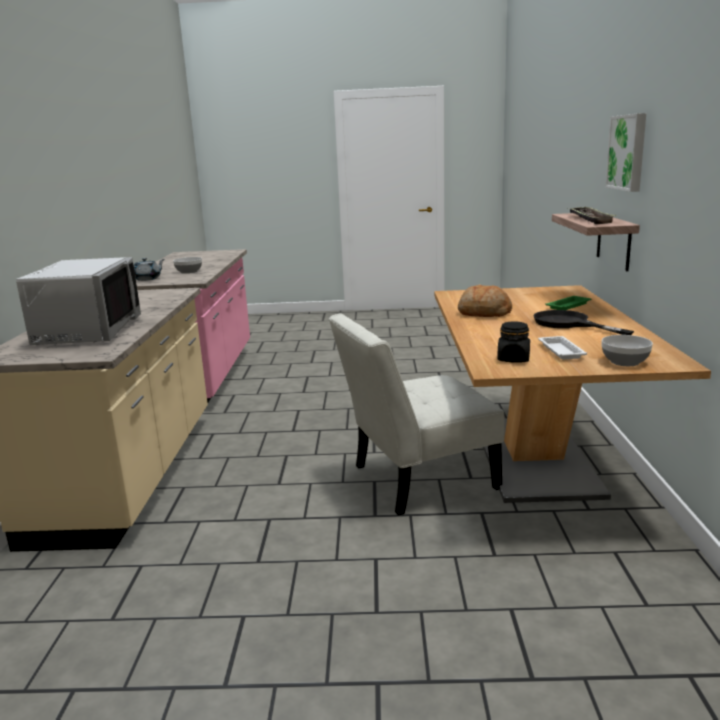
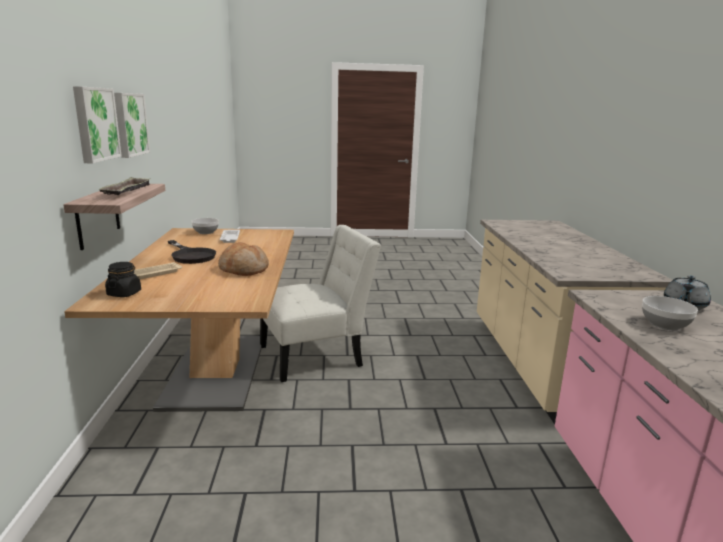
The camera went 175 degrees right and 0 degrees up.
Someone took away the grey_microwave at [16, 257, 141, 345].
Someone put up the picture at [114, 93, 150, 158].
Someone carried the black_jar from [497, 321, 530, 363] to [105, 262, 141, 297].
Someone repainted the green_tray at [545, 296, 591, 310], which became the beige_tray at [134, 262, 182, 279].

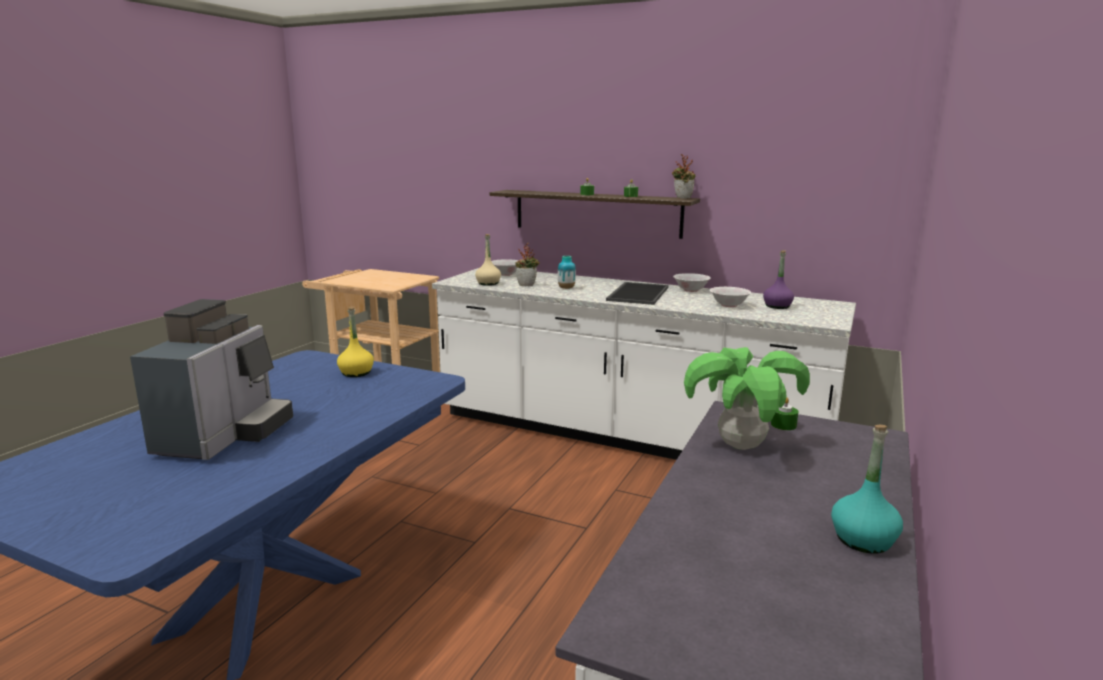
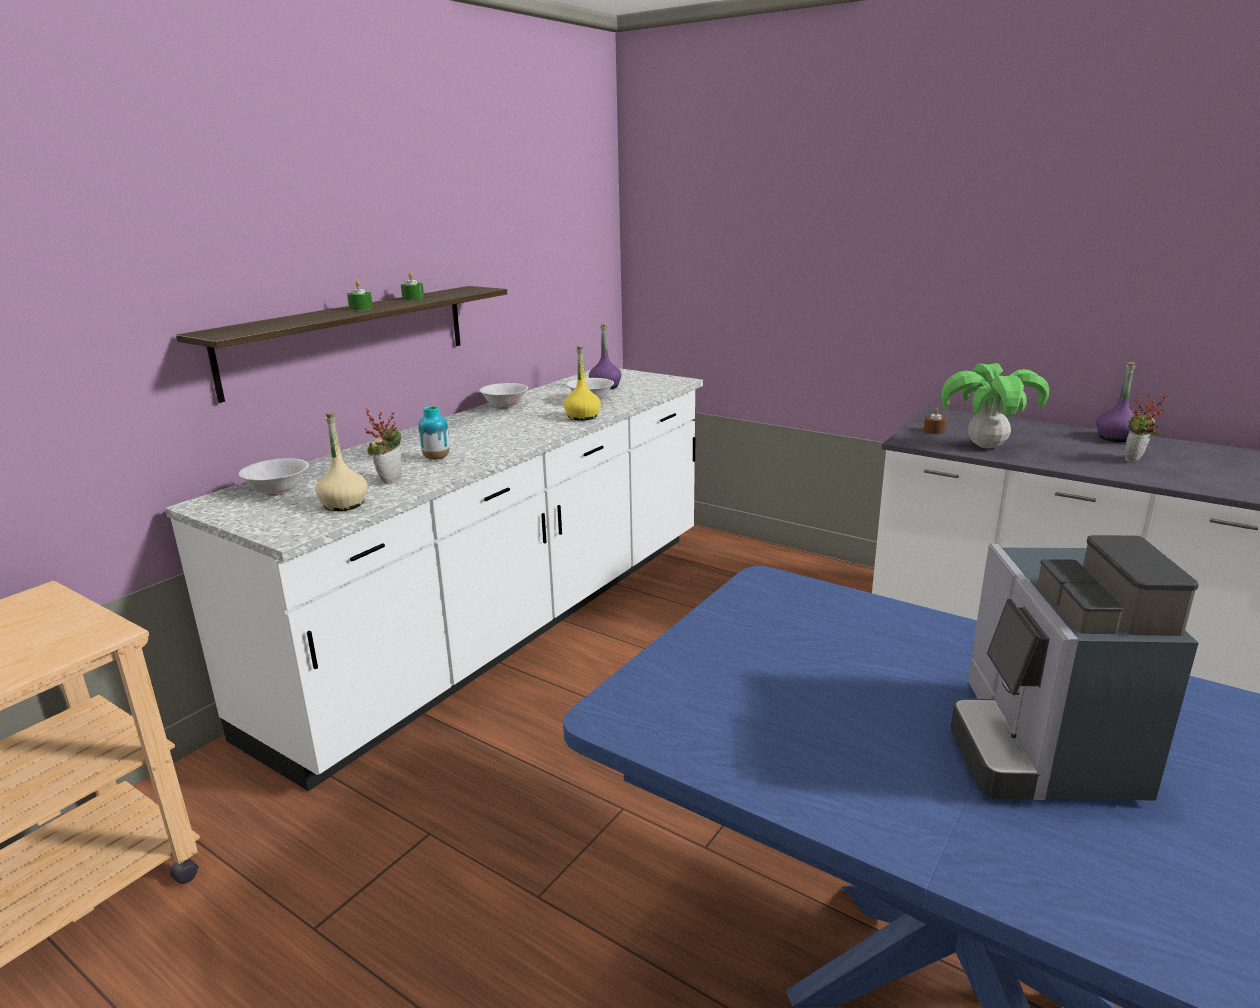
The camera went 80 degrees left and 5 degrees up.
Someone took away the tray at [606, 282, 669, 305].
Someone carried the yellow_bottle from [337, 306, 374, 377] to [564, 346, 601, 421].
Someone carried the potted_plant from [672, 154, 696, 199] to [1125, 393, 1167, 462].
Someone repainted the green_candle at [771, 398, 798, 430], which became the brown_candle at [924, 407, 947, 434].
Someone repainted the turquoise_bottle at [831, 425, 903, 554], which became the purple_bottle at [1096, 362, 1136, 442].
Someone rotated the coffee_machine at [130, 299, 293, 460] by 105 degrees counterclockwise.

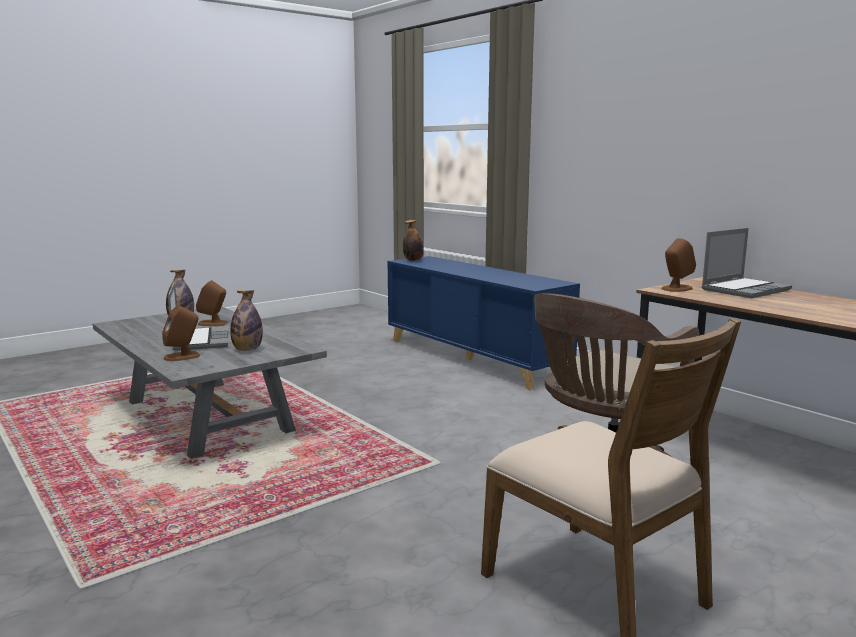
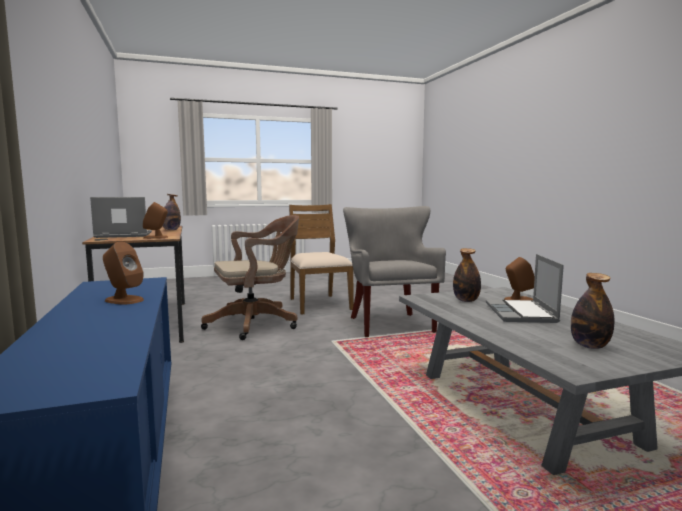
The camera went 160 degrees left and 5 degrees down.
Someone put down the grey_armchair at [343, 206, 446, 337].
Someone carried the brown_speaker from [196, 280, 228, 326] to [103, 242, 144, 304].
Someone carried the bottle from [403, 220, 423, 261] to [163, 194, 181, 230].

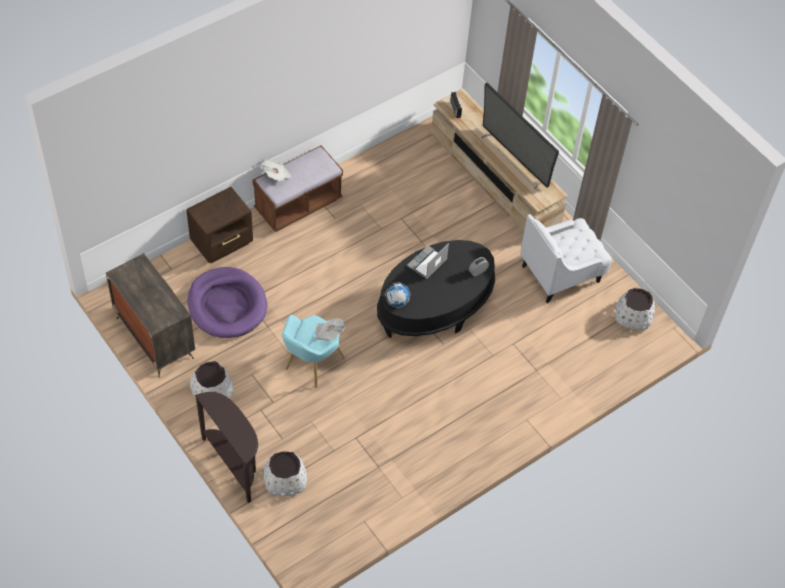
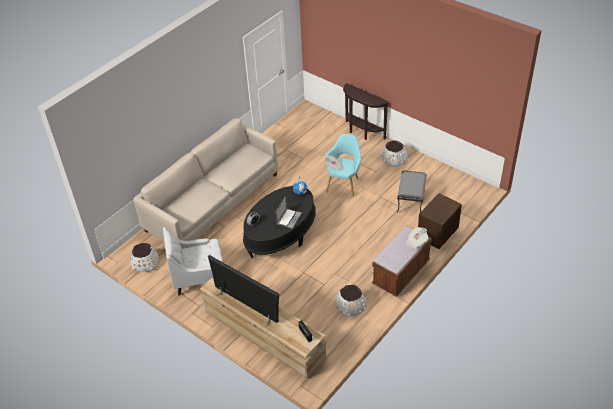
The camera went 170 degrees right and 10 degrees down.
Someone took away the dresser at [106, 253, 195, 378].
Someone put down the beige_sofa at [134, 118, 278, 241].
Someone carried the white_planter from [264, 451, 307, 496] to [335, 285, 367, 317].
Someone swapped the purple_dog_bed at [188, 267, 267, 338] for the grey_ottoman at [397, 171, 427, 213].
Someone rotated the white_armchair at [520, 214, 612, 303] by 150 degrees counterclockwise.

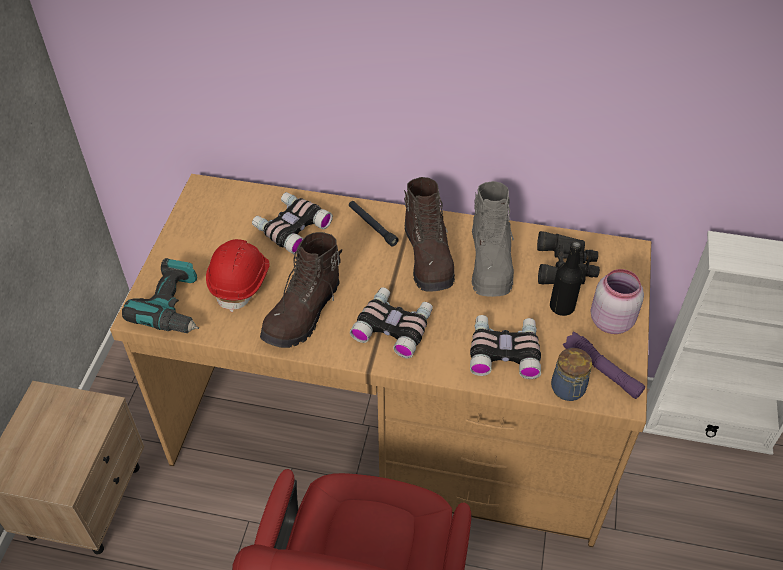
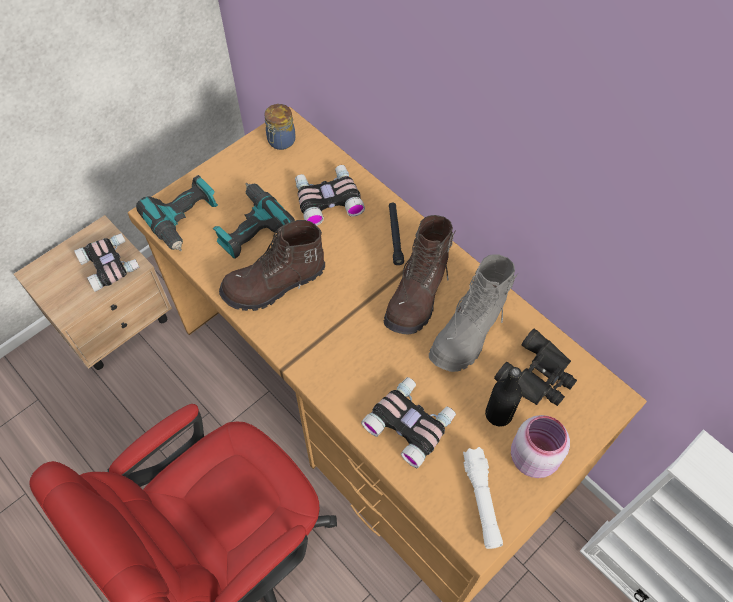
The camera went 35 degrees right and 10 degrees up.
Someone carried the binoculars from [350, 287, 433, 358] to [74, 233, 139, 292].
Someone carried the jar from [551, 348, 592, 401] to [264, 104, 296, 150].
Someone swapped the red_hard_hat at [206, 239, 270, 312] for the power_drill at [213, 183, 295, 259].
Someone repainted the purple_flashlight at [563, 331, 645, 399], which became the white_flashlight at [463, 447, 503, 549].

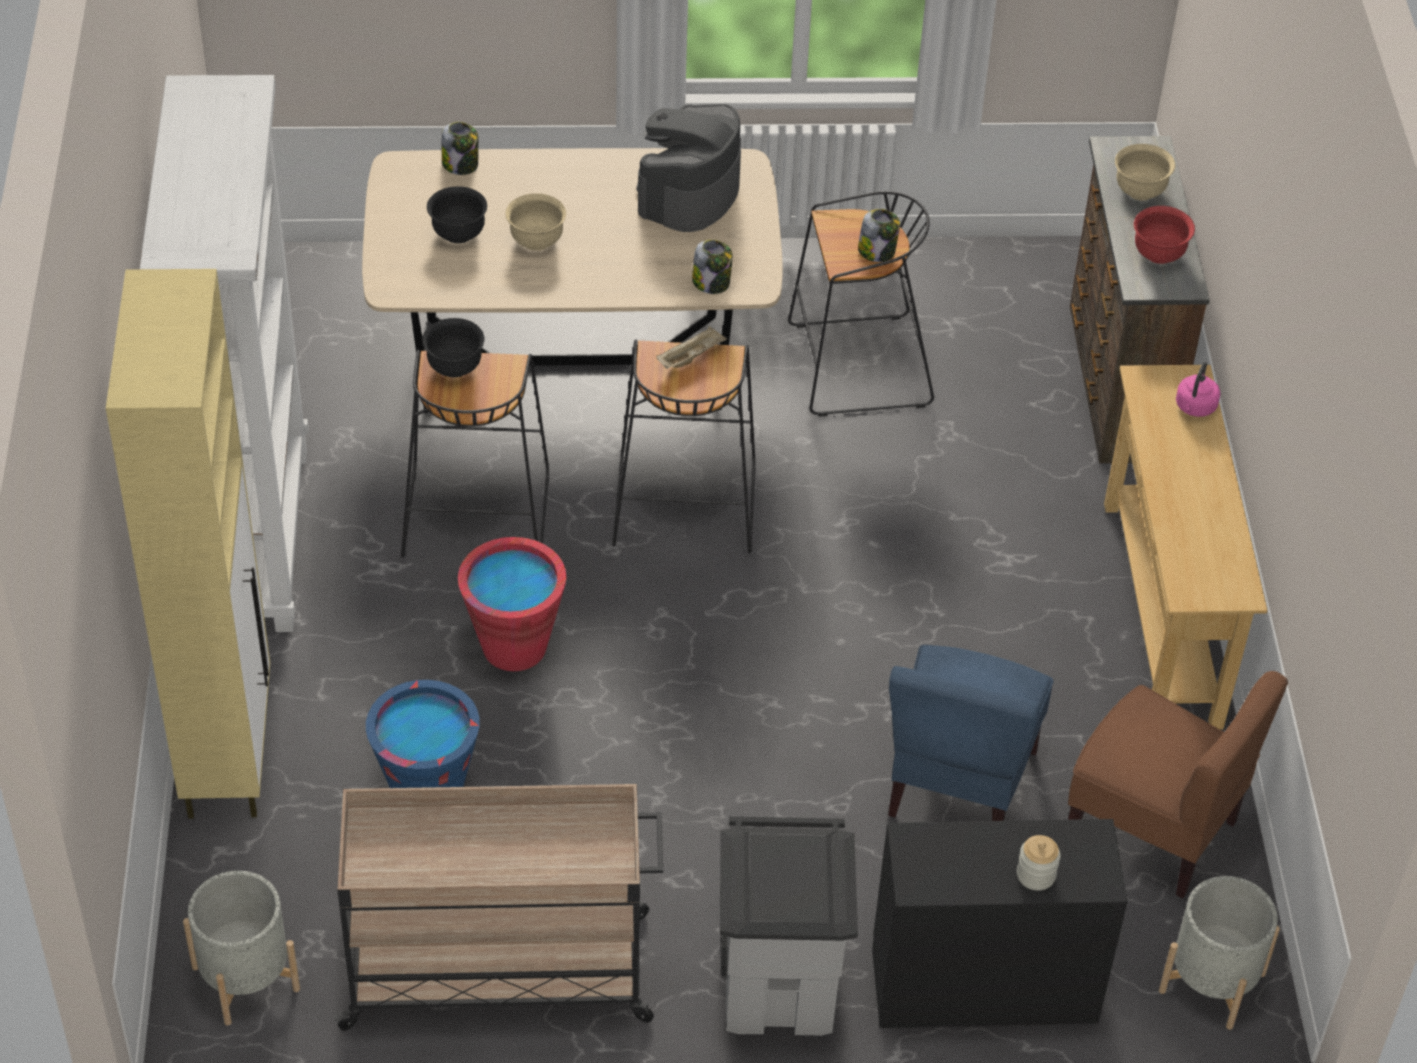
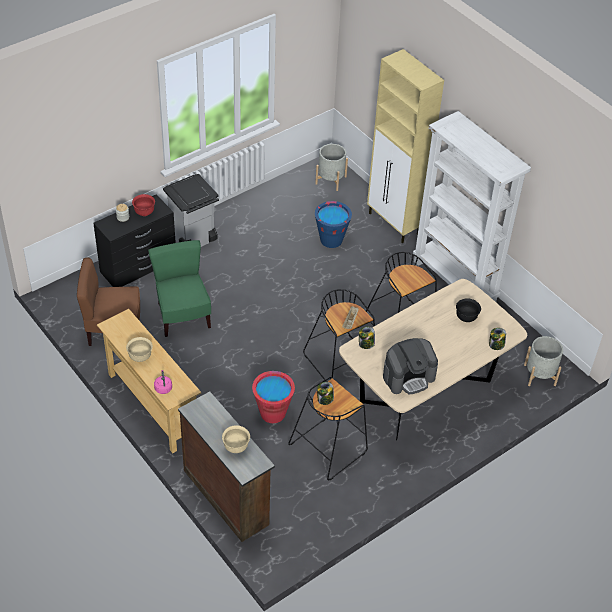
The camera went 145 degrees right and 0 degrees up.
Someone took away the beige_cart at [333, 784, 663, 1031].
Someone took away the black_bowl at [422, 318, 485, 378].
Someone carried the red_bucket from [458, 537, 566, 671] to [252, 371, 295, 423].
Someone carried the beige_bowl from [505, 193, 566, 250] to [126, 337, 153, 362].
Someone carried the red_bowl from [1134, 206, 1195, 264] to [132, 194, 155, 216].
Someone carried the grey_planter from [1159, 876, 1280, 1030] to [524, 336, 563, 386].
Someone repainted the blue_chair at [888, 645, 1053, 821], which became the green_chair at [148, 240, 211, 337].
Someone rotated the coffee_machine at [637, 104, 741, 232] by 75 degrees clockwise.

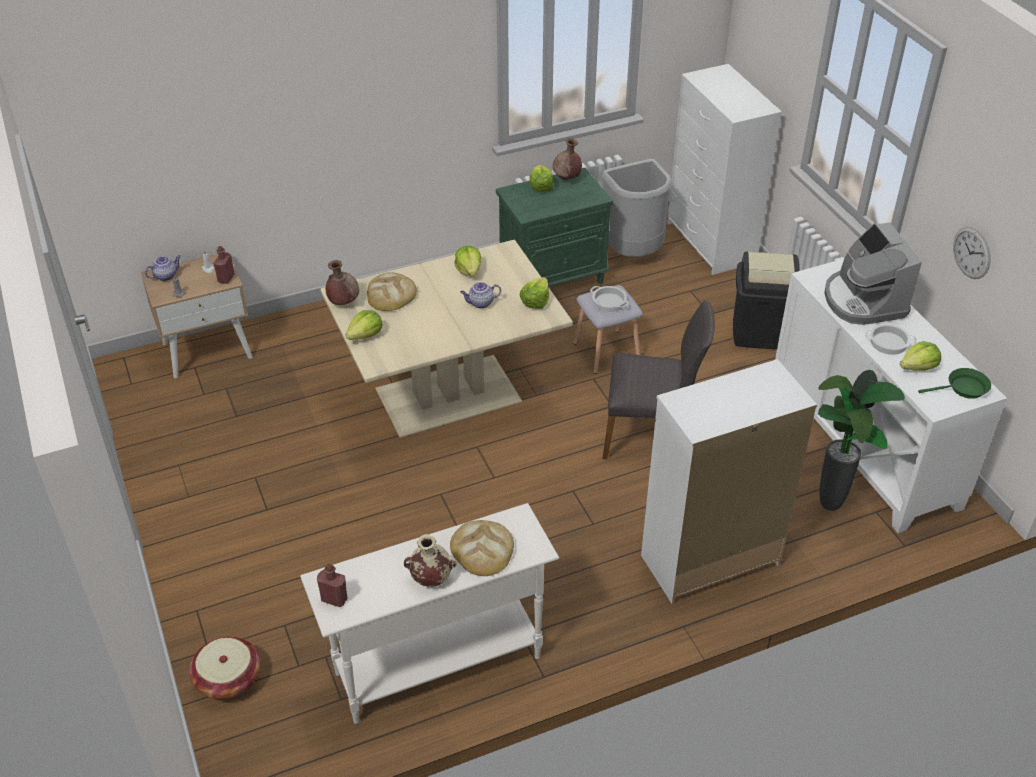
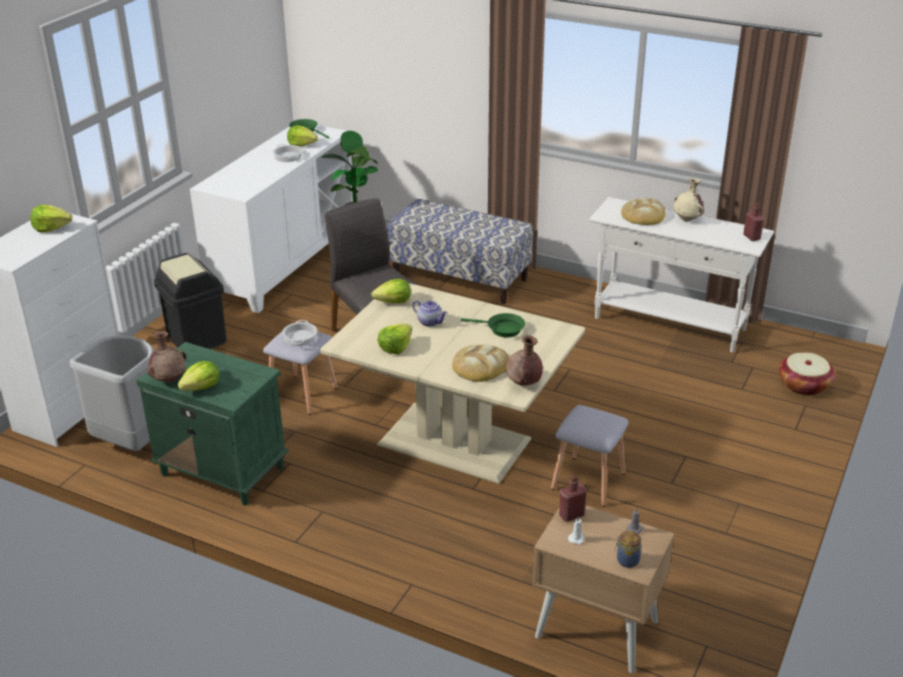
The camera went 130 degrees left and 10 degrees down.
Someone took away the coffee_machine at [824, 223, 922, 325].
Someone took away the wall_clock at [953, 226, 991, 279].
Someone put down the green_frying_pan at [461, 313, 525, 337].
Someone put down the grey_stool at [551, 405, 629, 507].
Someone carried the lettuce from [345, 310, 383, 340] to [30, 205, 73, 233].
Someone swapped the teapot at [145, 255, 181, 281] for the jar at [615, 531, 641, 568].
Someone swapped the white_dresser at [641, 359, 817, 604] for the bench at [387, 199, 533, 304].

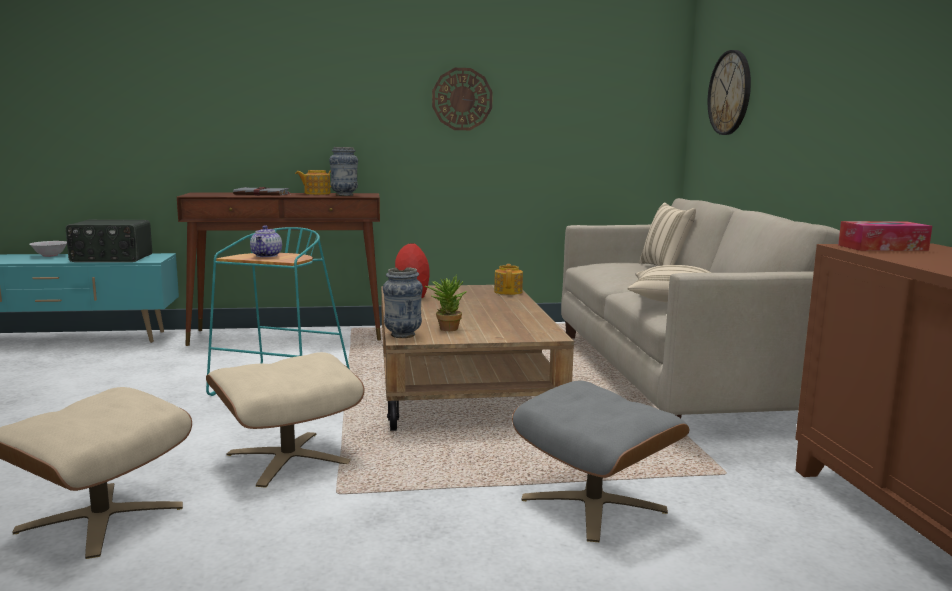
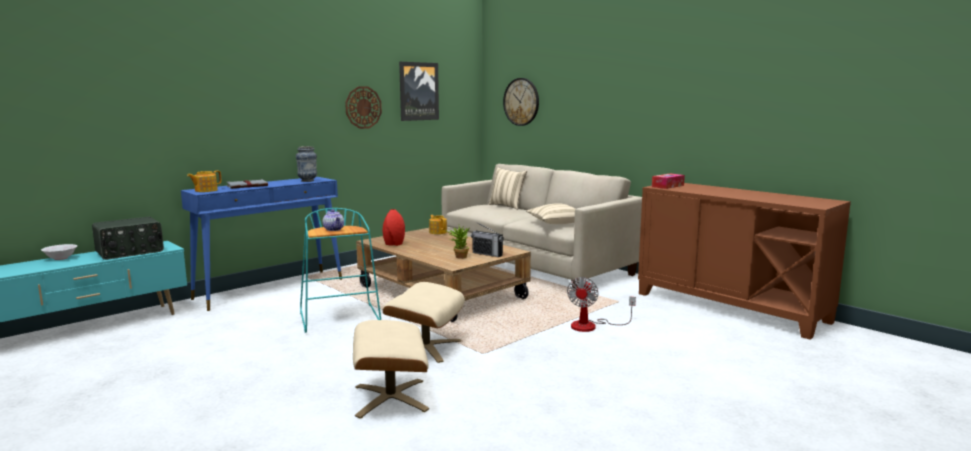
The camera went 35 degrees left and 0 degrees up.
Someone took away the vase at [383, 267, 423, 338].
Someone put up the picture at [399, 62, 439, 121].
Someone put down the radio at [471, 223, 504, 257].
Someone carried the teapot from [295, 170, 331, 195] to [187, 171, 221, 192].
Someone swapped the grey_ottoman at [512, 381, 689, 542] for the fan at [567, 277, 636, 332].
Someone repainted the brown_console_table at [177, 192, 381, 346], which became the blue_console_table at [181, 177, 342, 311].

